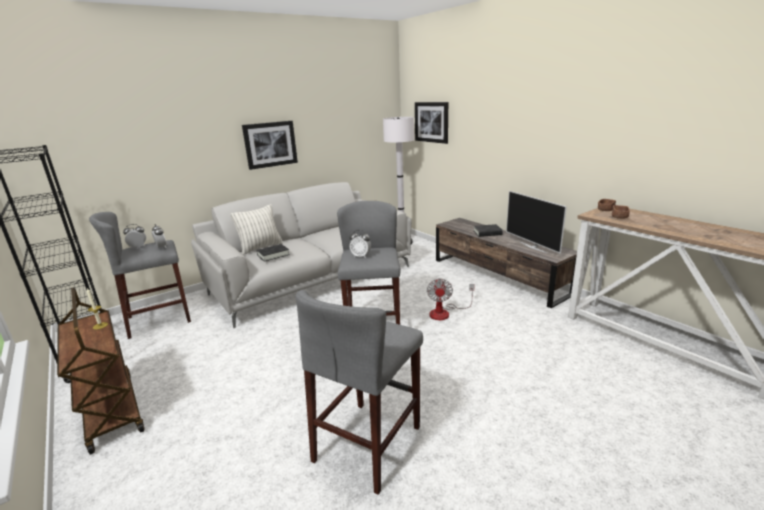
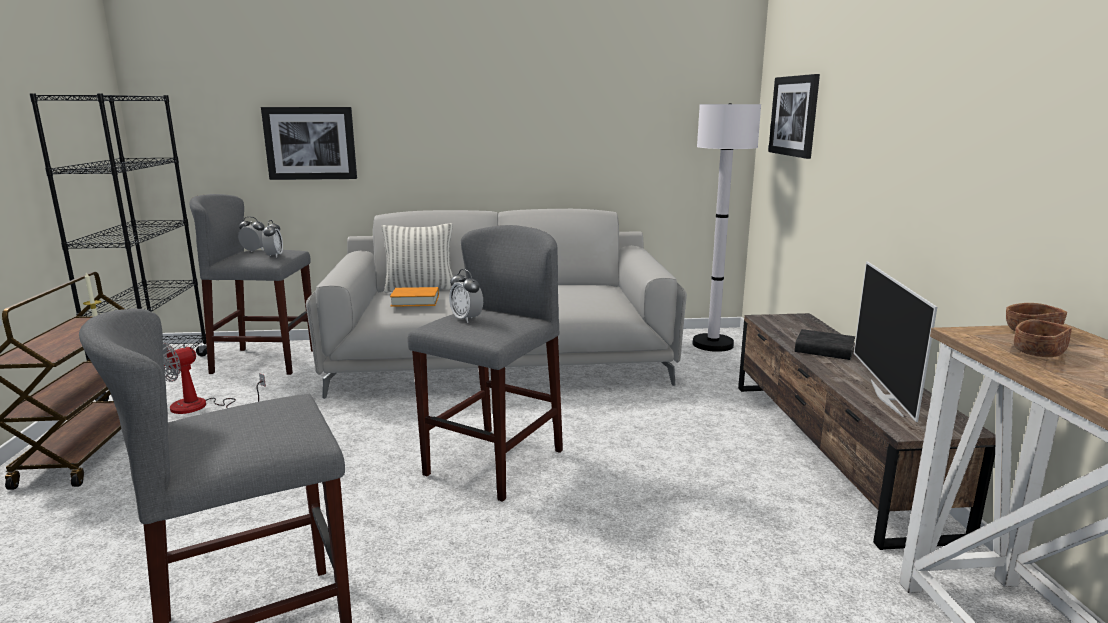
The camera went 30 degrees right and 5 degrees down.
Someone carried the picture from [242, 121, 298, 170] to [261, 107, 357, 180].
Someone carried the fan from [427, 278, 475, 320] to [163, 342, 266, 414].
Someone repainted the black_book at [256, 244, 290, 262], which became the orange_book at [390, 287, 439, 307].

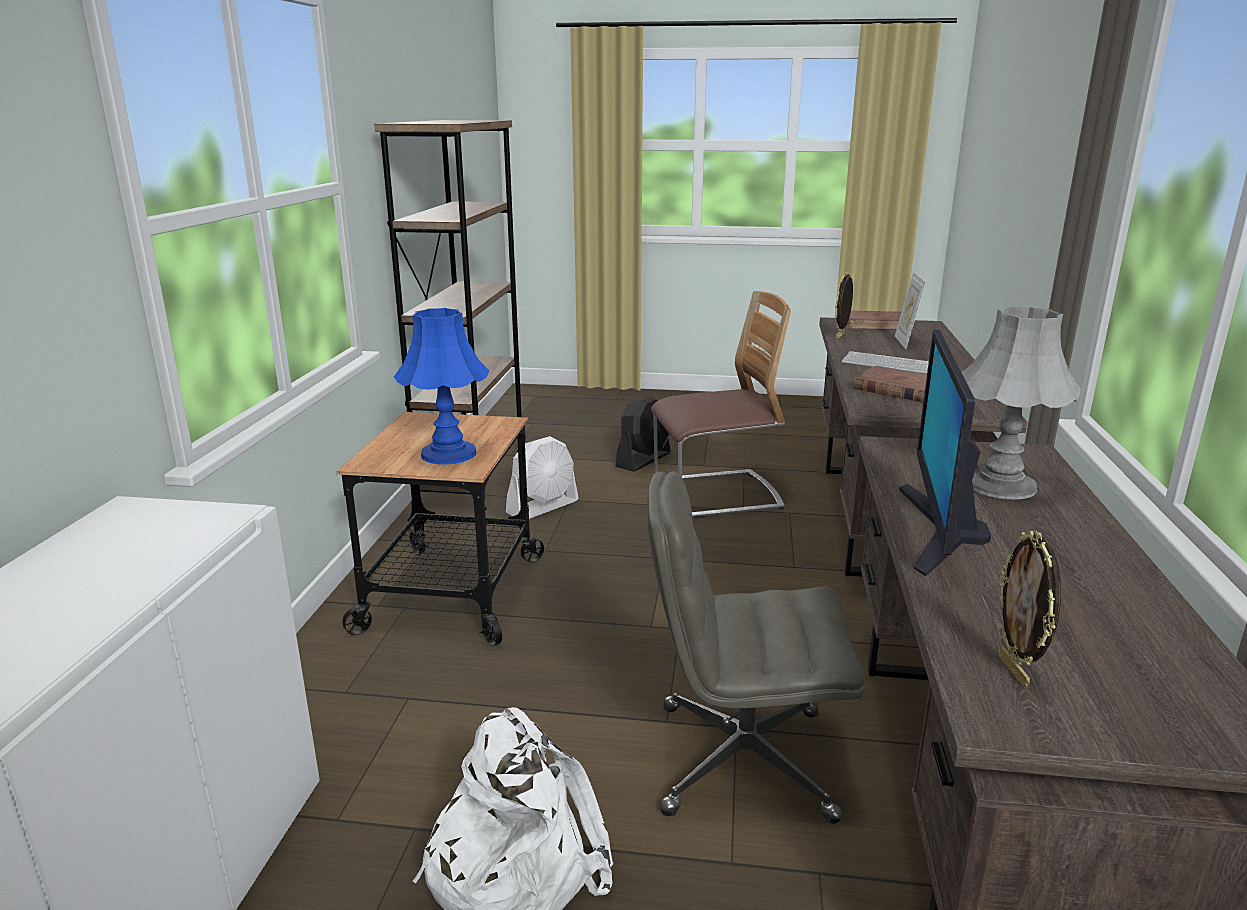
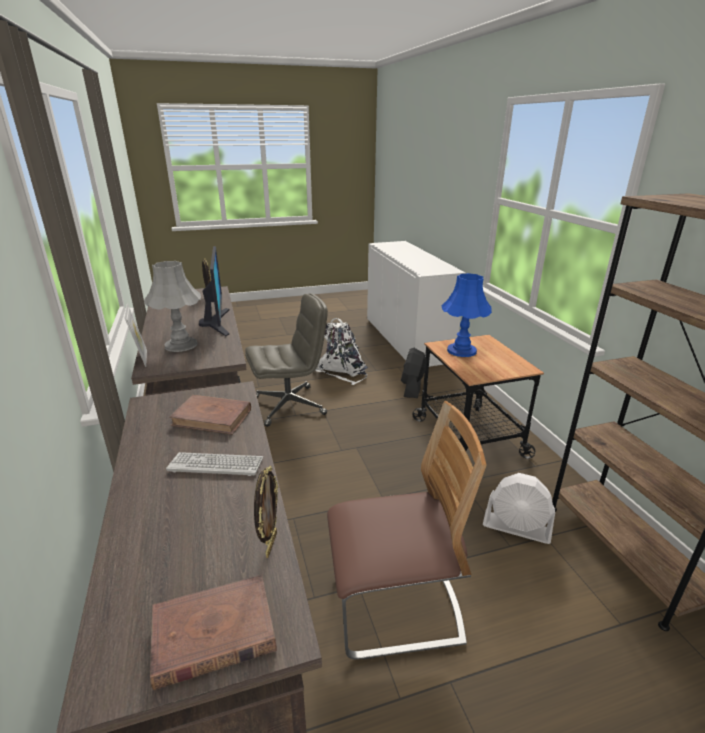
The camera went 155 degrees right and 5 degrees up.
Someone carried the black_fan from [615, 396, 671, 472] to [401, 348, 426, 398].
Someone carried the picture_frame from [895, 272, 926, 349] to [124, 303, 147, 367].
Someone rotated the white_fan at [506, 436, 579, 519] by 90 degrees counterclockwise.
Someone rotated the chair at [651, 291, 791, 519] by 150 degrees counterclockwise.

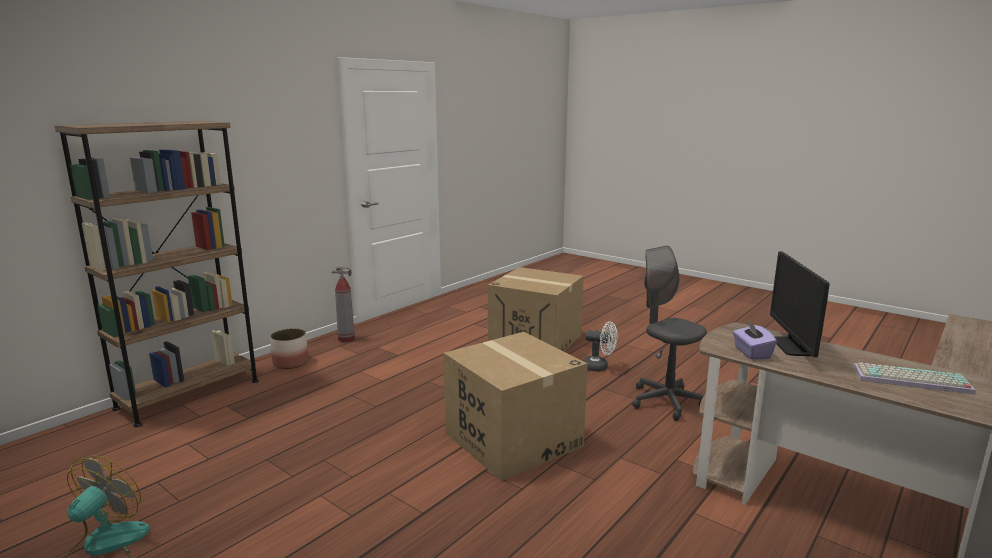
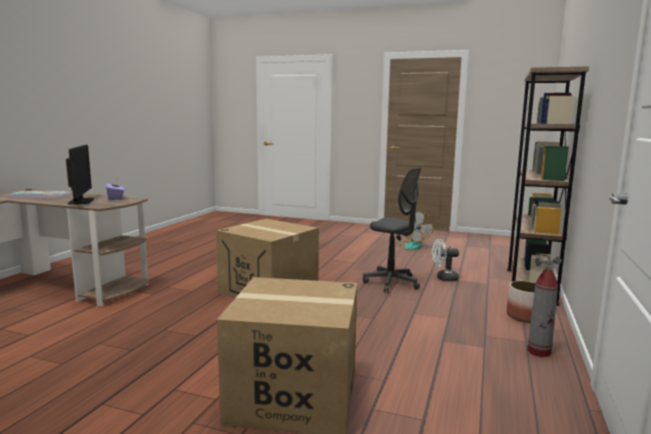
The camera went 160 degrees right and 5 degrees down.
Someone carried the white_fan from [583, 322, 617, 372] to [432, 239, 459, 282].
Someone carried the grey_office_chair from [632, 246, 707, 421] to [363, 167, 421, 293].

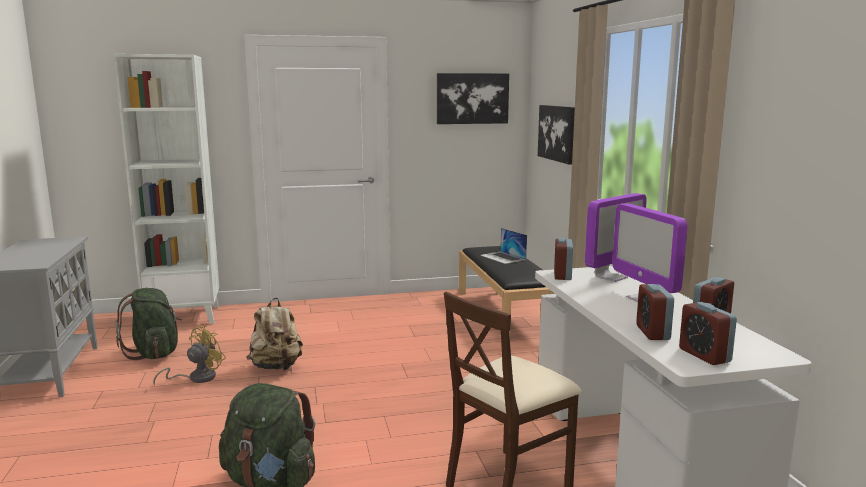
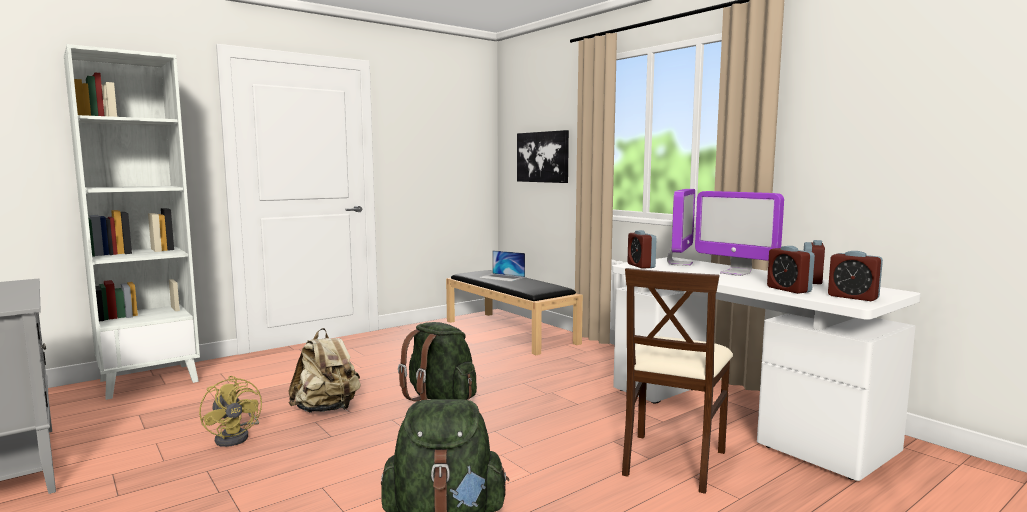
The camera went 25 degrees left and 5 degrees down.
Someone took away the picture at [437, 73, 509, 124].
Someone carried the green_backpack from [115, 288, 183, 360] to [398, 322, 477, 401].
Someone rotated the yellow_fan at [153, 325, 226, 386] by 135 degrees clockwise.

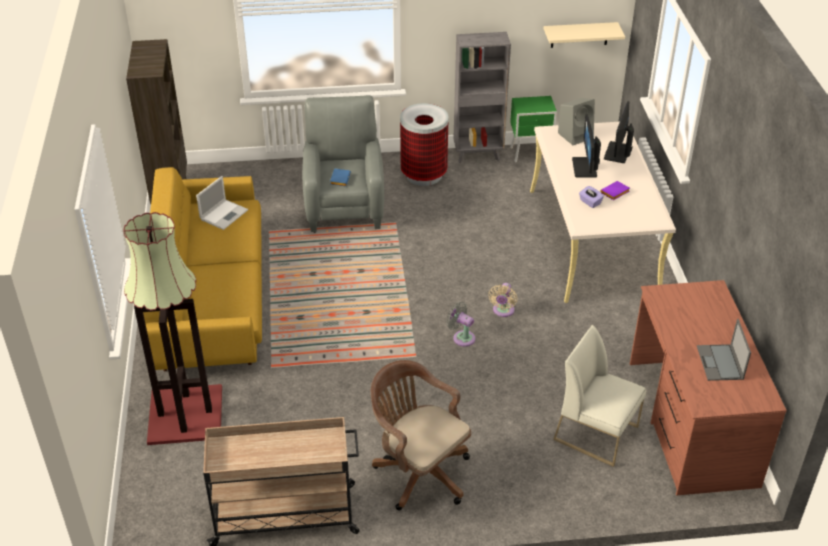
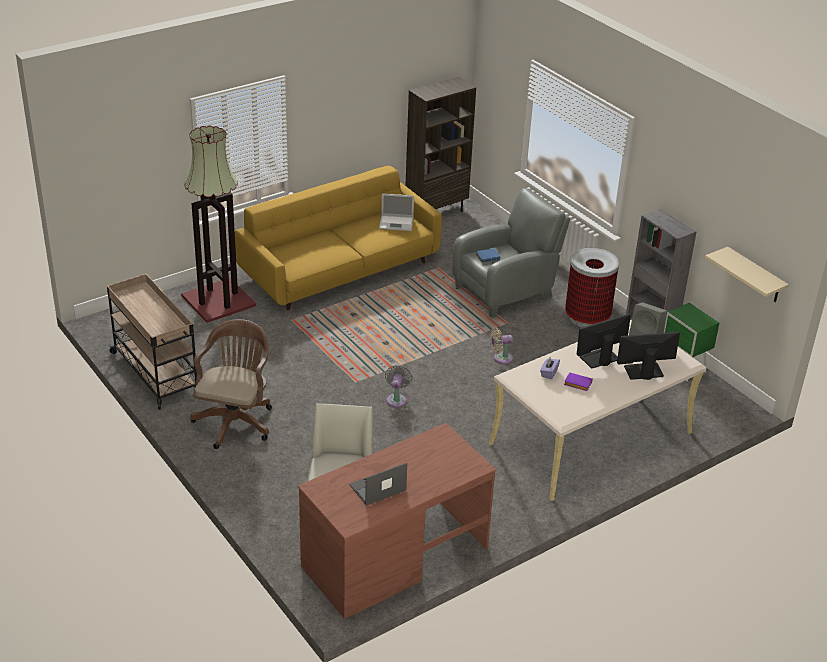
The camera went 60 degrees right and 5 degrees down.
Someone carried the beige_fan from [488, 283, 517, 317] to [491, 328, 513, 364].

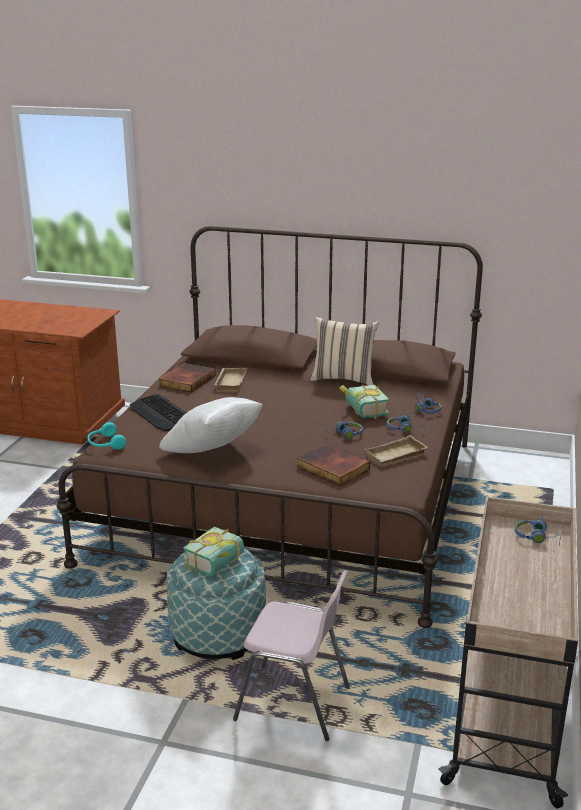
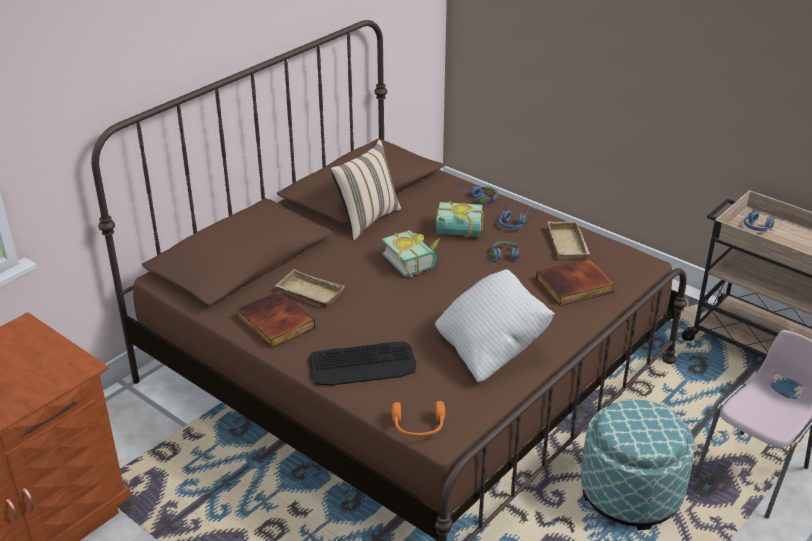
The camera went 65 degrees left and 10 degrees up.
Someone carried the book from [184, 527, 244, 576] to [382, 230, 440, 278].
Someone repainted the turquoise_headphones at [87, 422, 126, 450], which became the orange_headphones at [392, 401, 445, 437].

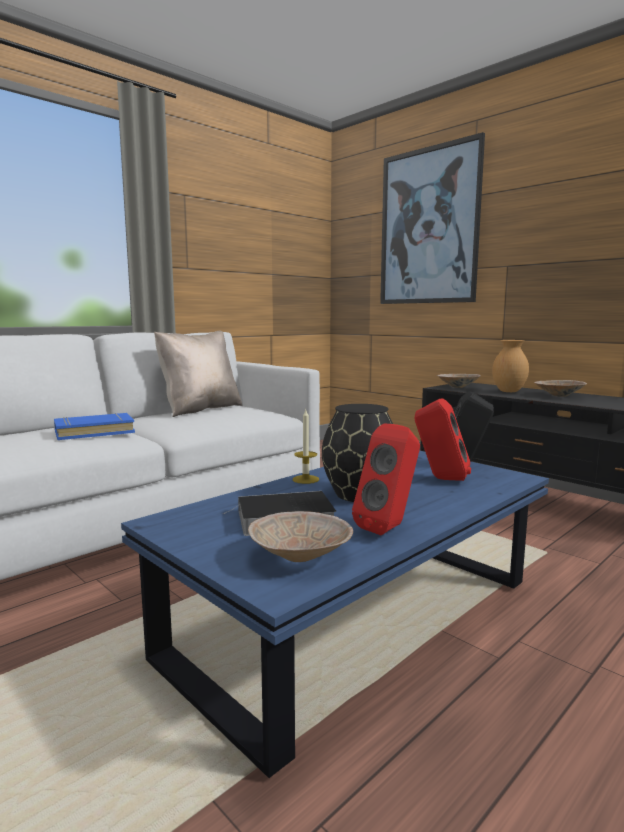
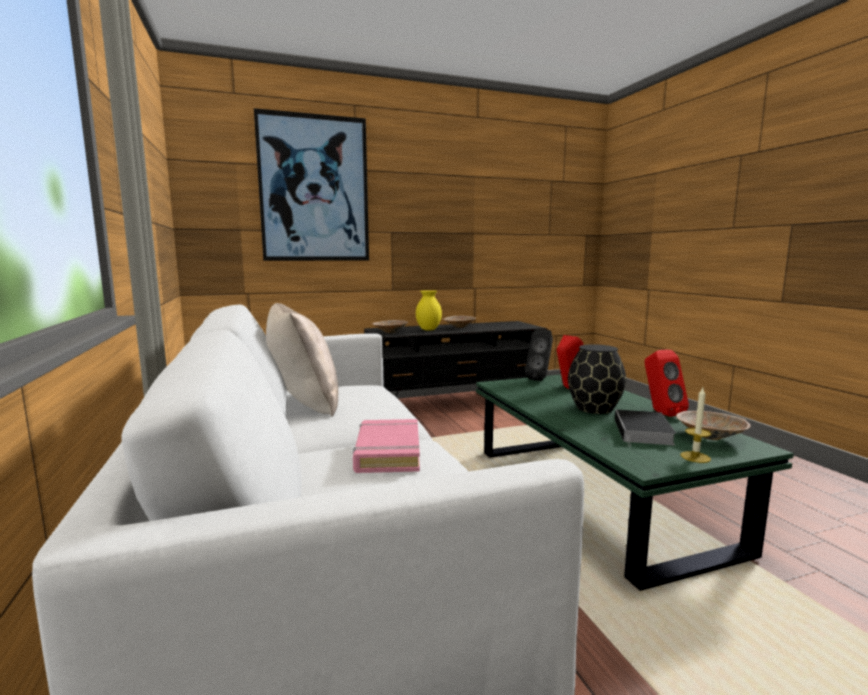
The camera went 65 degrees left and 0 degrees up.
Someone carried the candle from [293, 410, 319, 484] to [680, 388, 711, 463].
Someone repainted the blue_book at [54, 413, 135, 440], which became the pink_book at [353, 419, 420, 473].
Someone repainted the blue_coffee_table at [121, 451, 549, 778], which became the green_coffee_table at [476, 374, 794, 591].
Someone repainted the brown_vase at [492, 340, 529, 392], which became the yellow_vase at [416, 290, 442, 330].

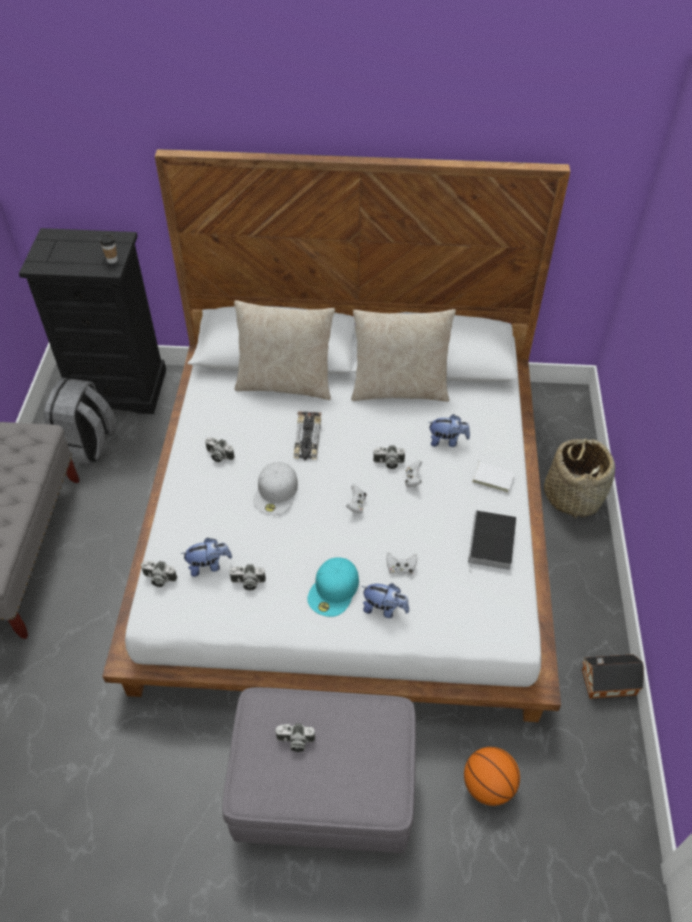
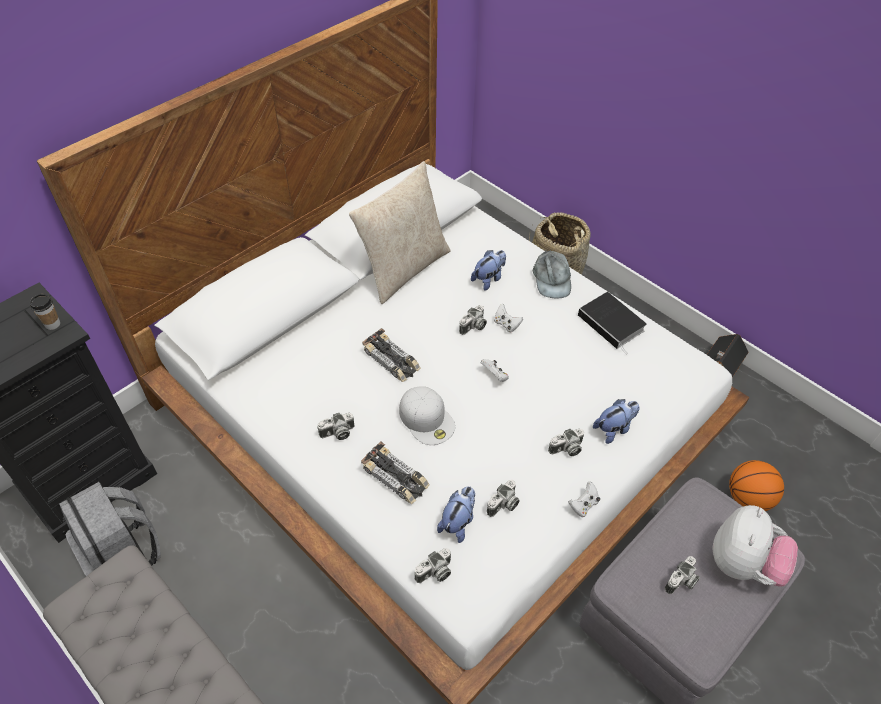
The camera went 50 degrees left and 0 degrees up.
Someone took away the beige_pillow at [234, 300, 335, 400].
Someone put down the toy_car at [361, 441, 430, 504].
Someone put down the plush_toy at [713, 505, 798, 586].
Someone carried the white_game_controller from [386, 553, 417, 575] to [569, 481, 600, 517].
Someone swapped the turquoise_cap at [307, 557, 359, 617] for the photo_camera at [548, 428, 584, 456].
Someone swapped the white_book at [472, 456, 515, 493] for the grey_cap at [533, 251, 571, 298].

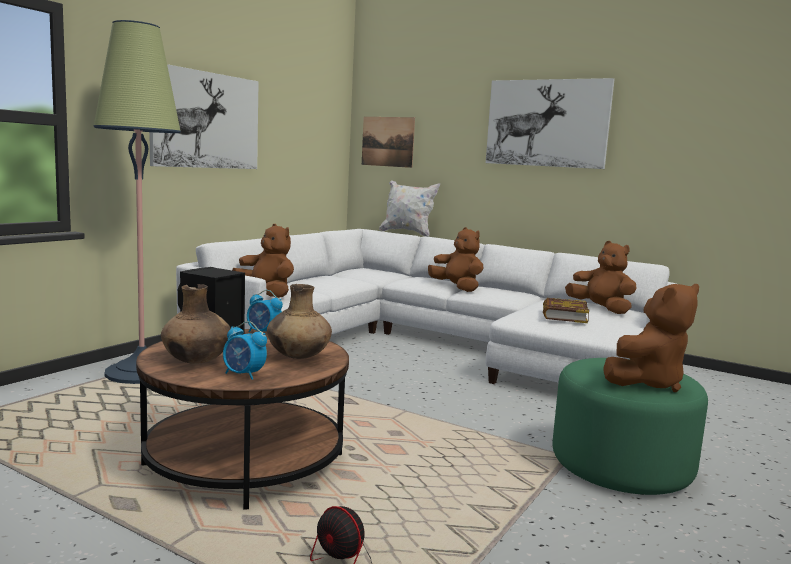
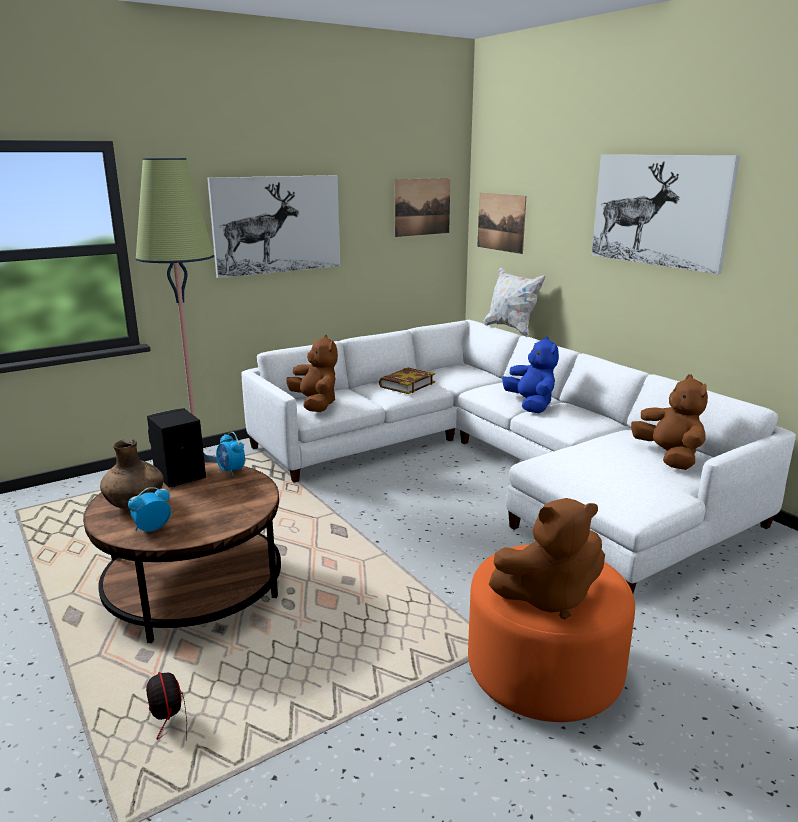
The camera went 25 degrees right and 10 degrees up.
Someone took away the brown_vase at [267, 284, 332, 359].
Someone put up the picture at [394, 178, 451, 237].
Someone carried the book from [543, 298, 589, 323] to [379, 368, 435, 394].
Someone repainted the brown_plush_toy at [428, 227, 484, 292], which became the blue_plush_toy at [502, 336, 559, 413].
Someone repainted the green_ottoman at [552, 358, 708, 495], which became the orange_ottoman at [468, 544, 635, 722].
Someone rotated the alarm_clock at [223, 321, 267, 380] by 90 degrees clockwise.

